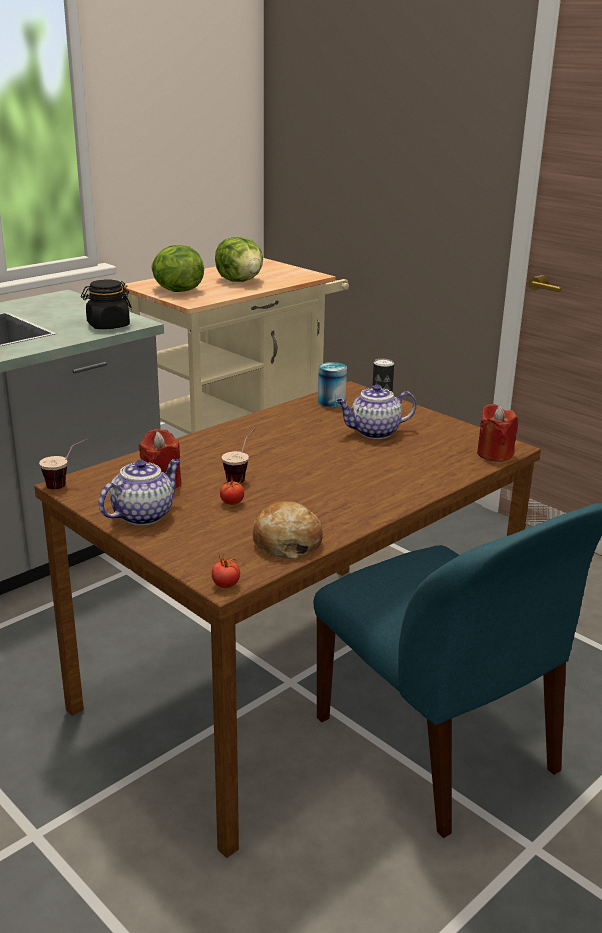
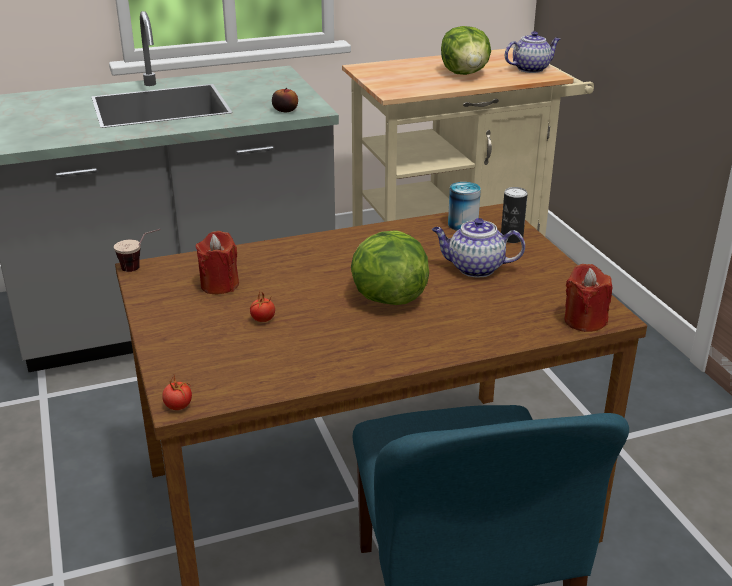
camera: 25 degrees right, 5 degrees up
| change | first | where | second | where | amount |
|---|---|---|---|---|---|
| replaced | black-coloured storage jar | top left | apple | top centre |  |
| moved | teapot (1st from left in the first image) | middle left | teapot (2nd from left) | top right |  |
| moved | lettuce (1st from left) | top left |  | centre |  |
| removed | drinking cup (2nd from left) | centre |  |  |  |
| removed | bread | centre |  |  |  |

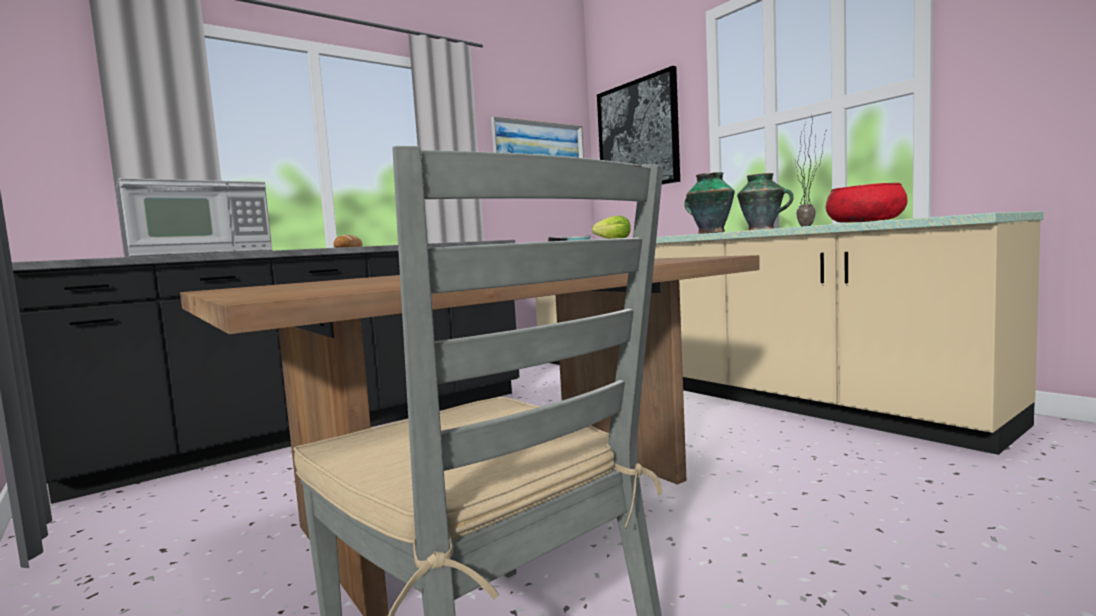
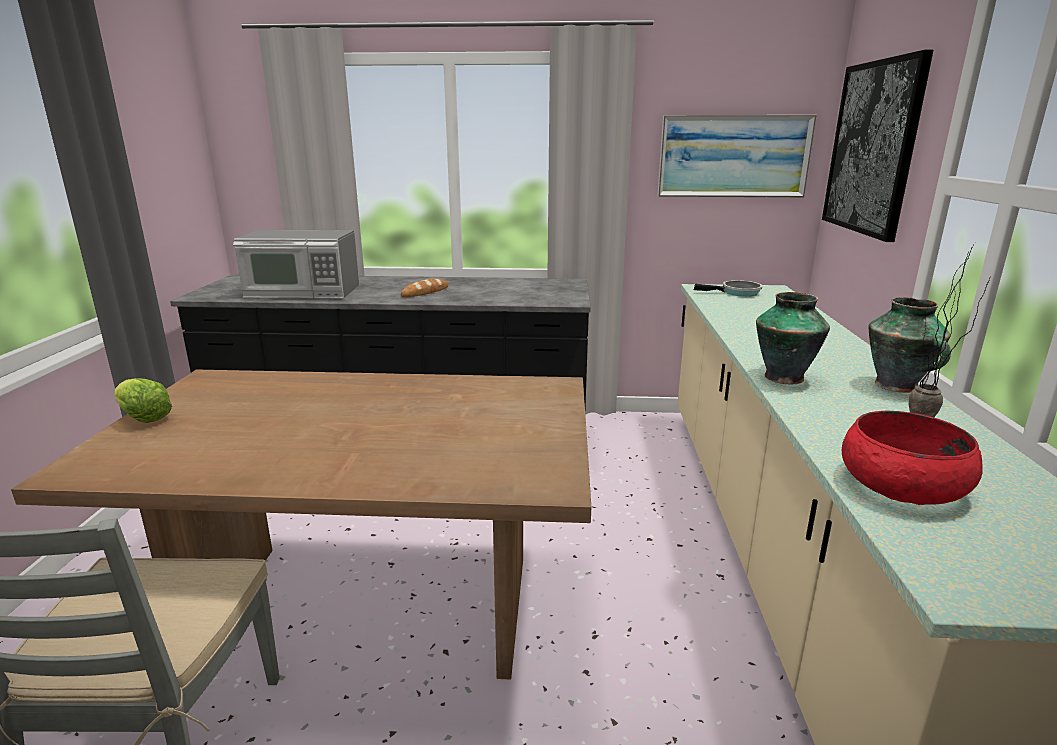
camera: 40 degrees right, 15 degrees up
| change | first | where | second | where | amount |
|---|---|---|---|---|---|
| moved | lettuce | centre |  | middle left |  |

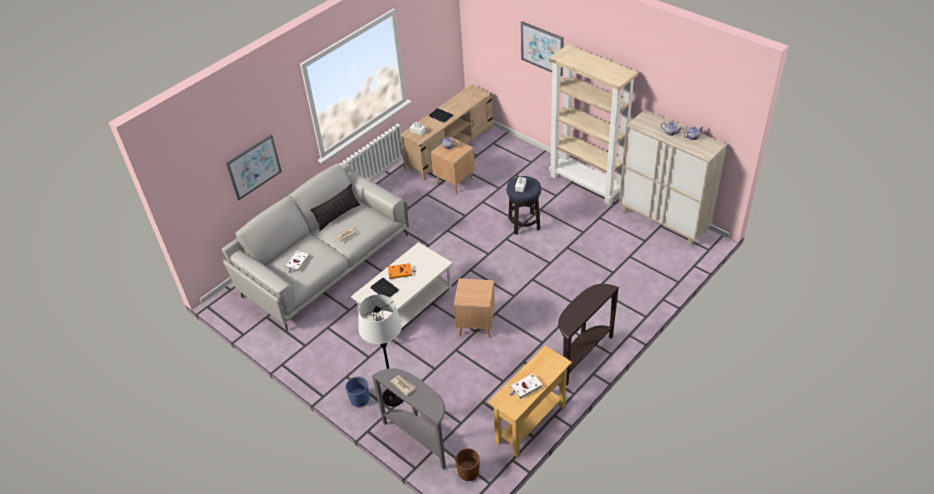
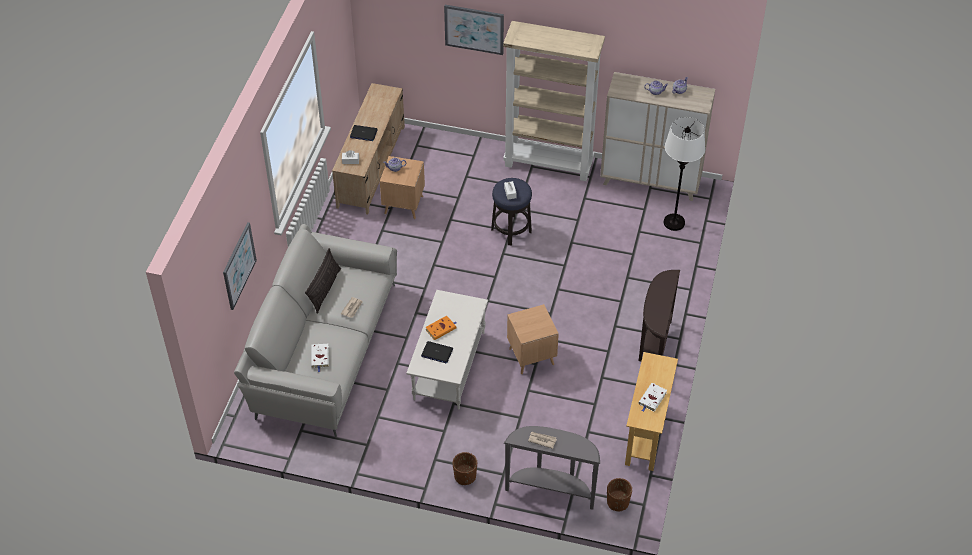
camera: 30 degrees left, 5 degrees up
| change | first | where | second | where | amount |
|---|---|---|---|---|---|
| recoloured | blue-coloured flower pot | bottom centre | brown flower pot (1st from left) | bottom centre |  |
| moved | white-coloured standard lamp | bottom centre |  | top right |  |

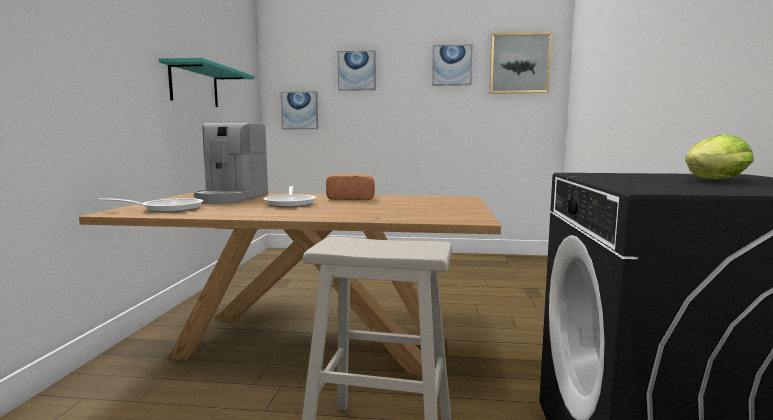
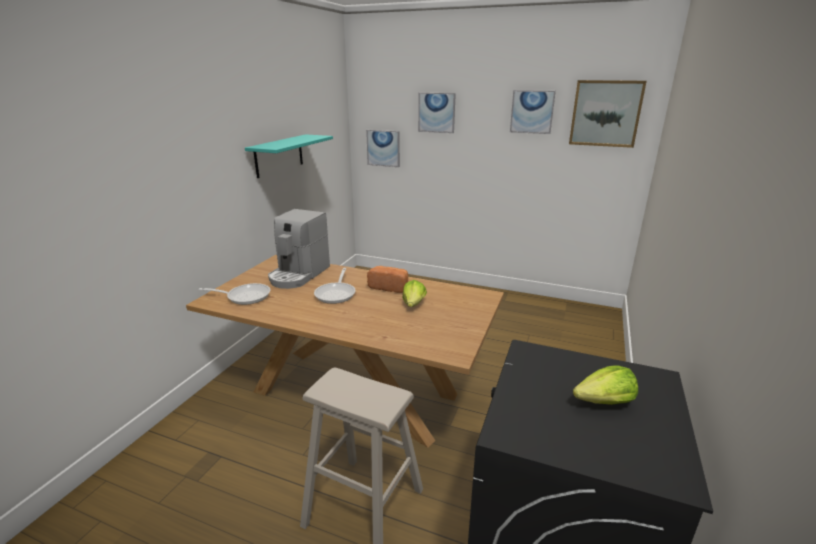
camera: 15 degrees right, 15 degrees up
| change | first | where | second | where | amount |
|---|---|---|---|---|---|
| added |  |  | lettuce (1st from left) | centre |  |

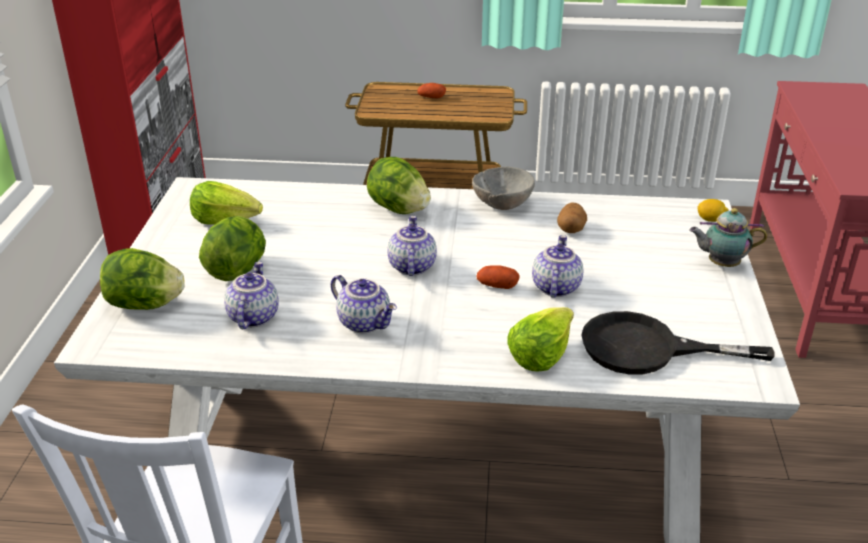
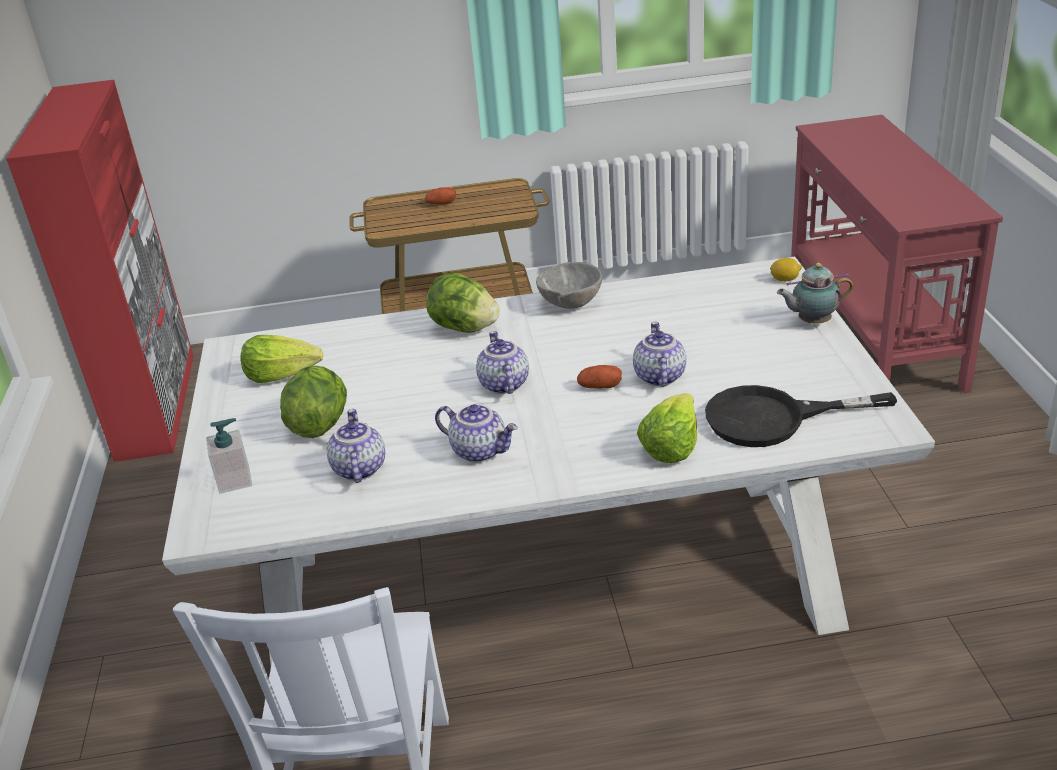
camera: 10 degrees left, 0 degrees up
| change | first | where | second | where | amount |
|---|---|---|---|---|---|
| replaced | lettuce (1st from left) | middle left | liquid soap bottle | middle left |  |
| removed | spud (3rd from left) | centre |  |  |  |

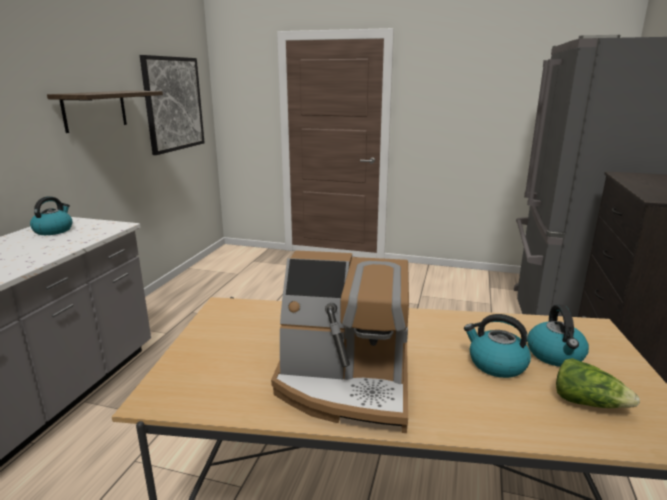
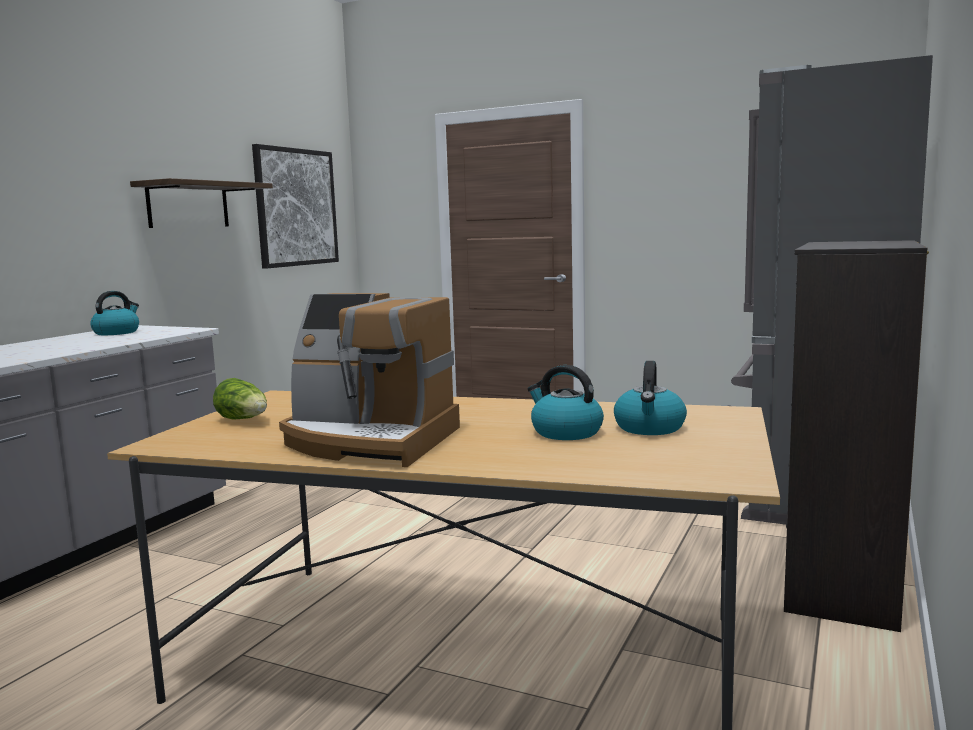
camera: 10 degrees right, 10 degrees down
| change | first | where | second | where | amount |
|---|---|---|---|---|---|
| moved | lettuce | bottom right |  | middle left |  |

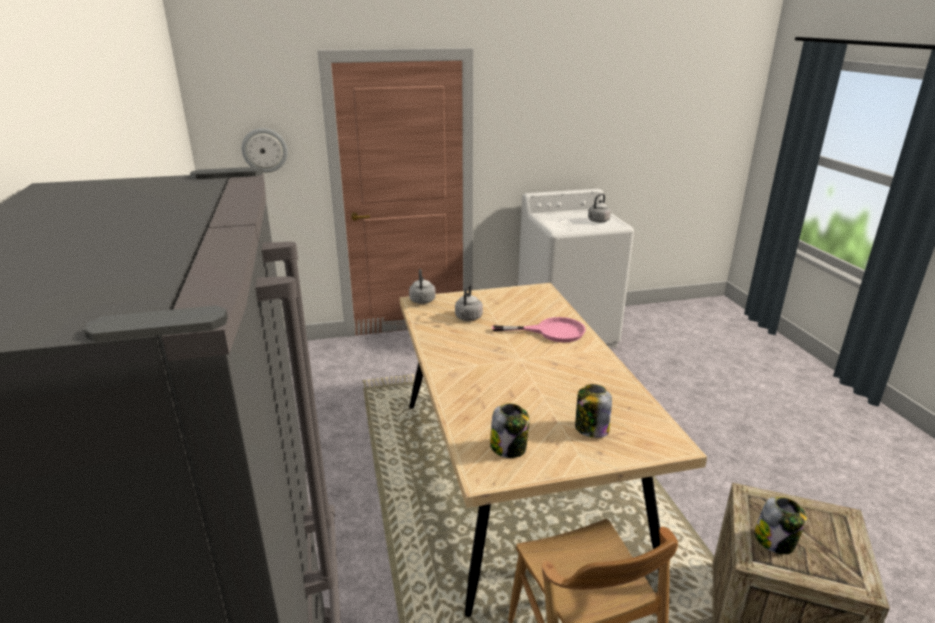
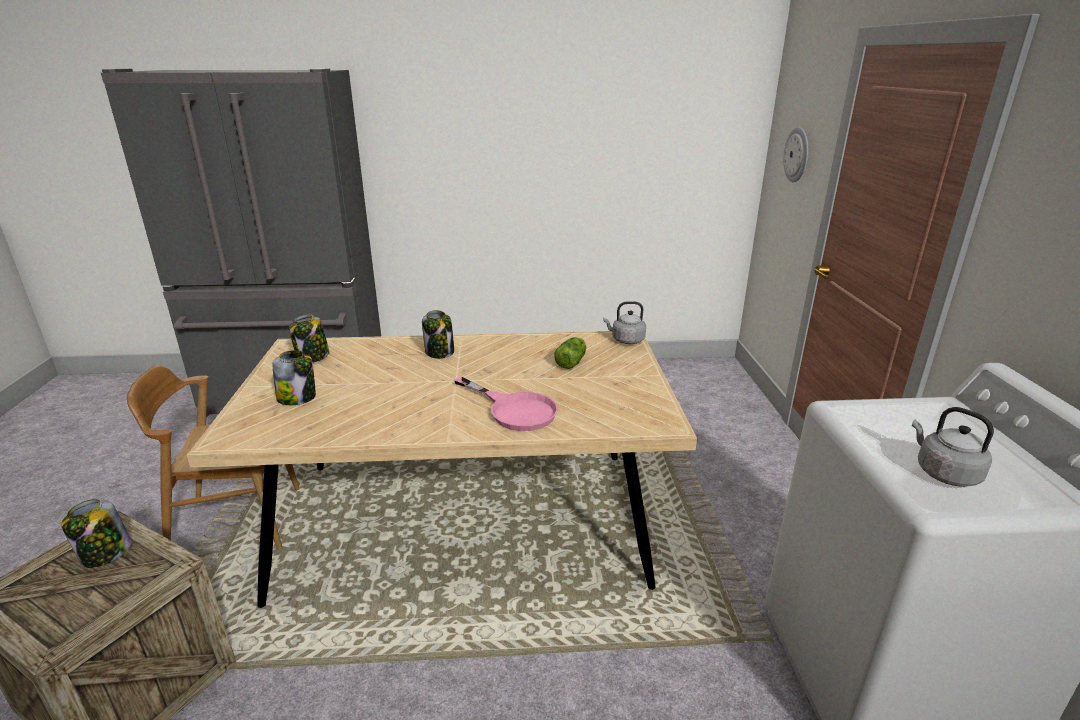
camera: 100 degrees right, 0 degrees up
| change | first | where | second | where | amount |
|---|---|---|---|---|---|
| replaced | grey kettle (2nd from left) | centre | lettuce | centre |  |
| turned | pinkish skillet | centre |  | centre | 60 degrees counterclockwise |
| added |  |  | storage jar (4th from left) | centre |  |

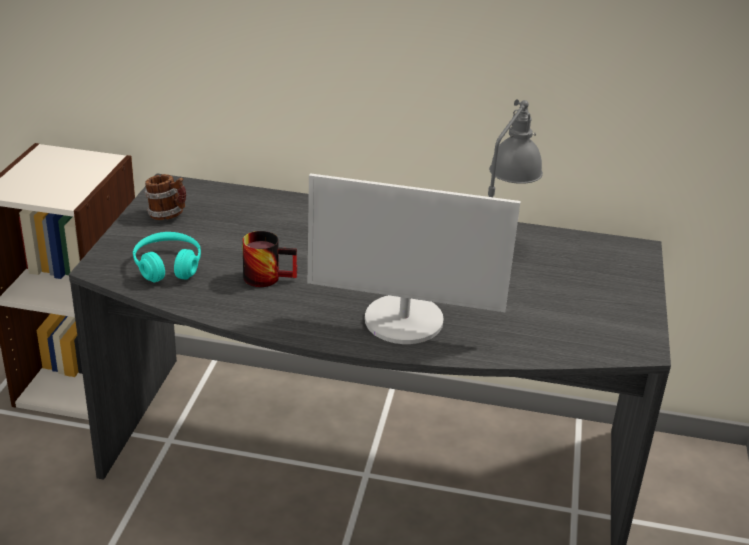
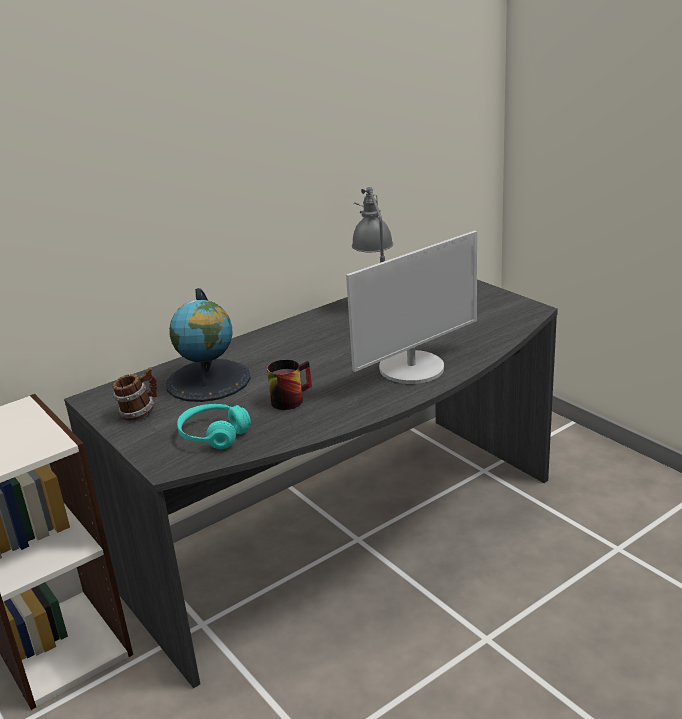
camera: 45 degrees left, 5 degrees down
| change | first | where | second | where | amount |
|---|---|---|---|---|---|
| added |  |  | world globe | middle left |  |

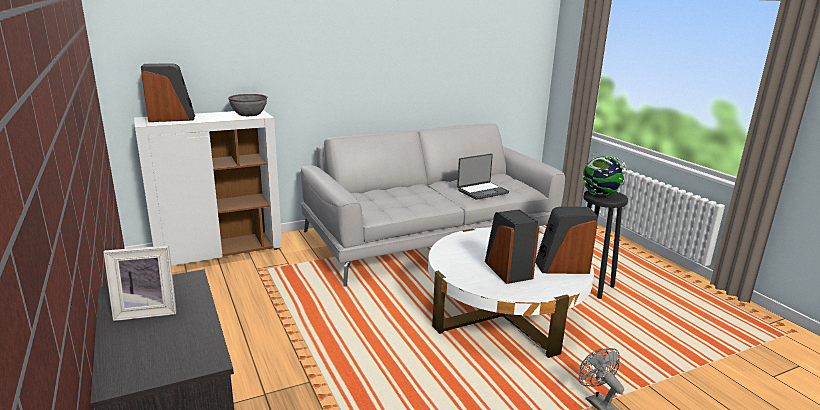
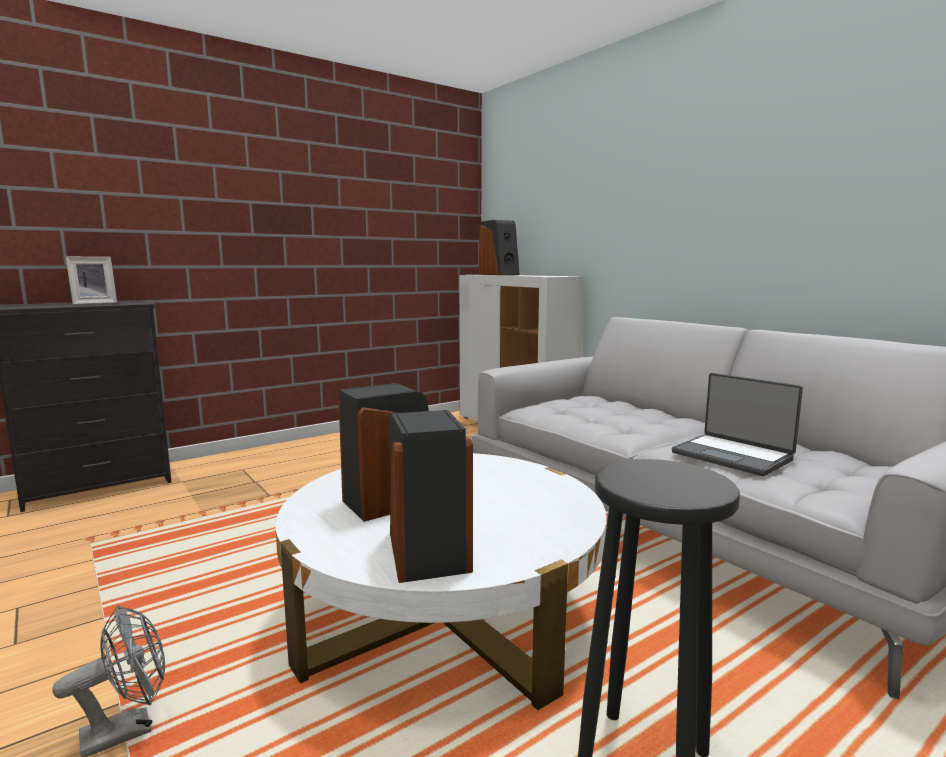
camera: 80 degrees right, 10 degrees down
| change | first | where | second | where | amount |
|---|---|---|---|---|---|
| turned | picture frame | bottom left |  | middle left | 105 degrees counterclockwise |
| removed | grey deep dish | top left |  |  |  |
| removed | world globe | middle right |  |  |  |

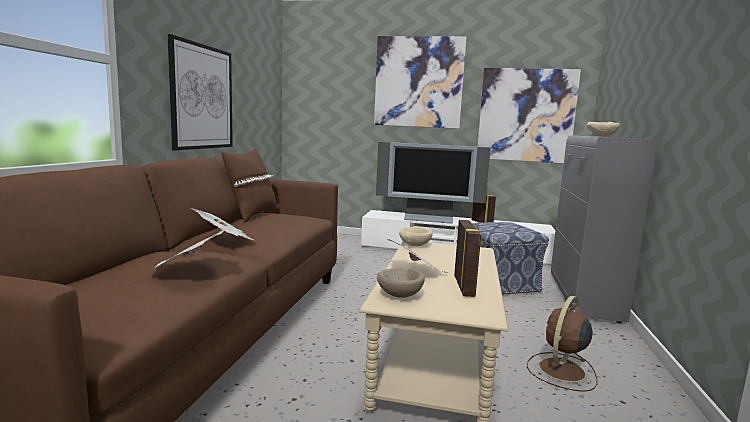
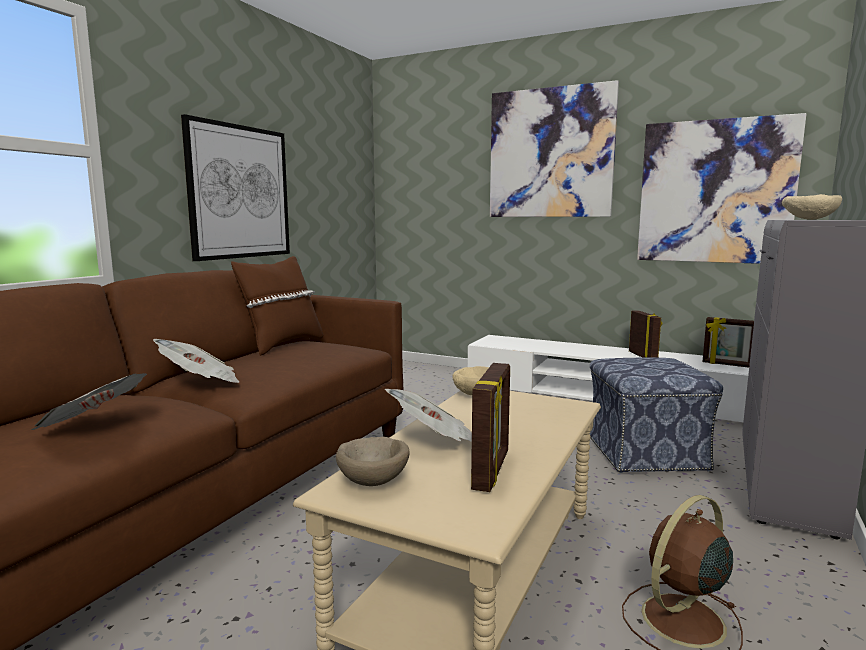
camera: 15 degrees right, 0 degrees up
| change | first | where | second | where | amount |
|---|---|---|---|---|---|
| removed | TV | centre |  |  |  |
| added |  |  | picture frame (3rd from left) | middle right |  |

